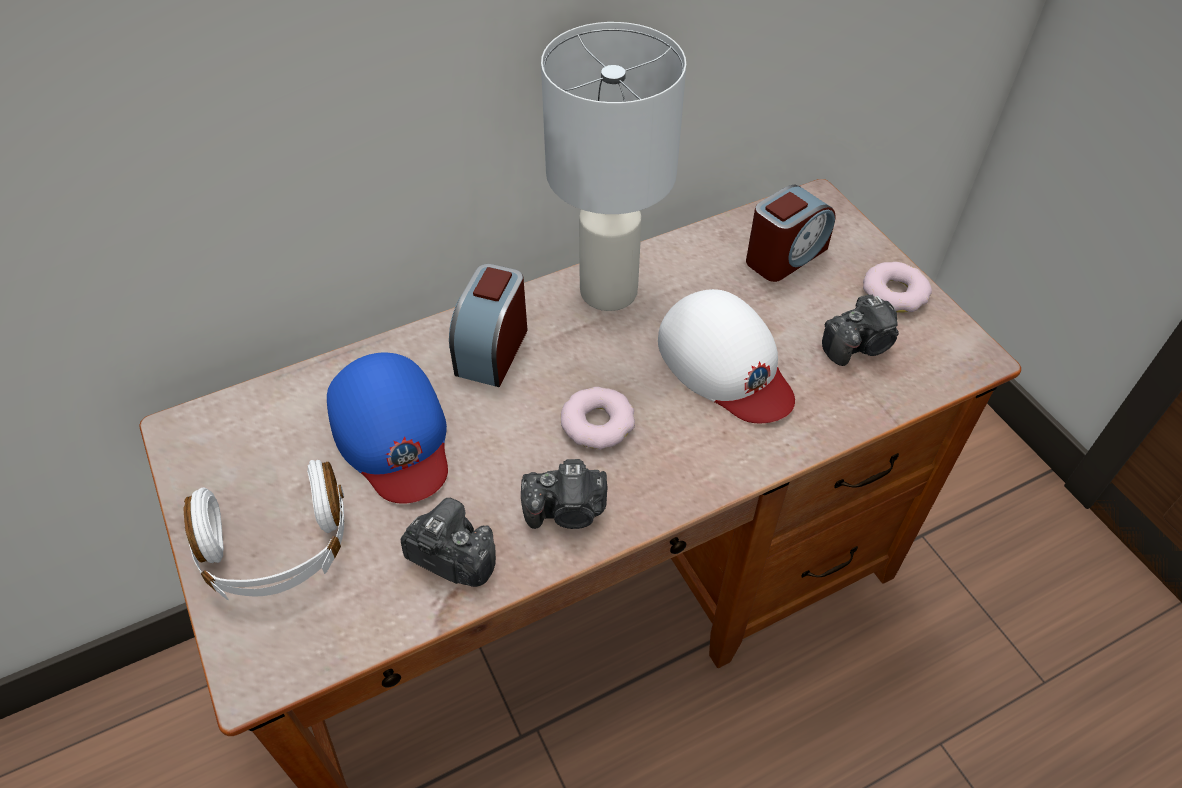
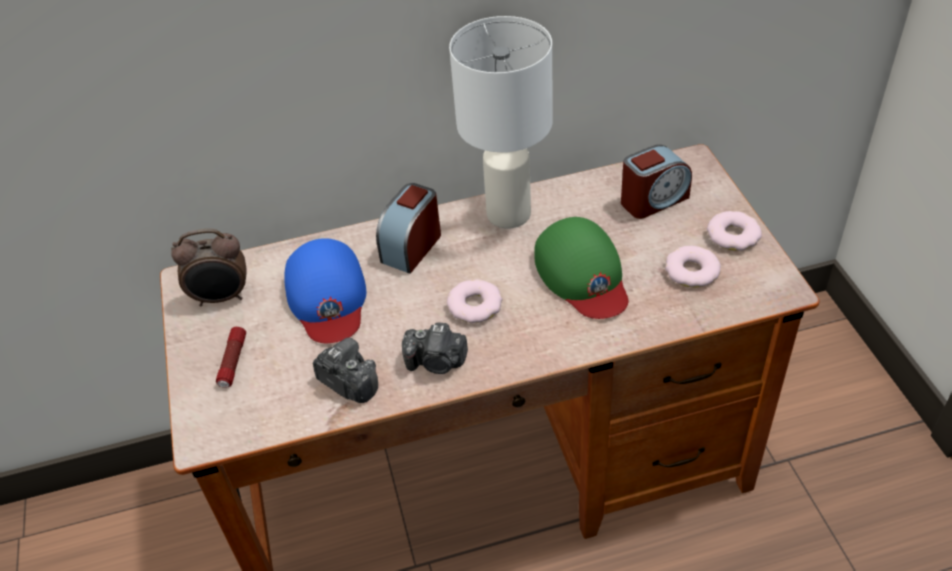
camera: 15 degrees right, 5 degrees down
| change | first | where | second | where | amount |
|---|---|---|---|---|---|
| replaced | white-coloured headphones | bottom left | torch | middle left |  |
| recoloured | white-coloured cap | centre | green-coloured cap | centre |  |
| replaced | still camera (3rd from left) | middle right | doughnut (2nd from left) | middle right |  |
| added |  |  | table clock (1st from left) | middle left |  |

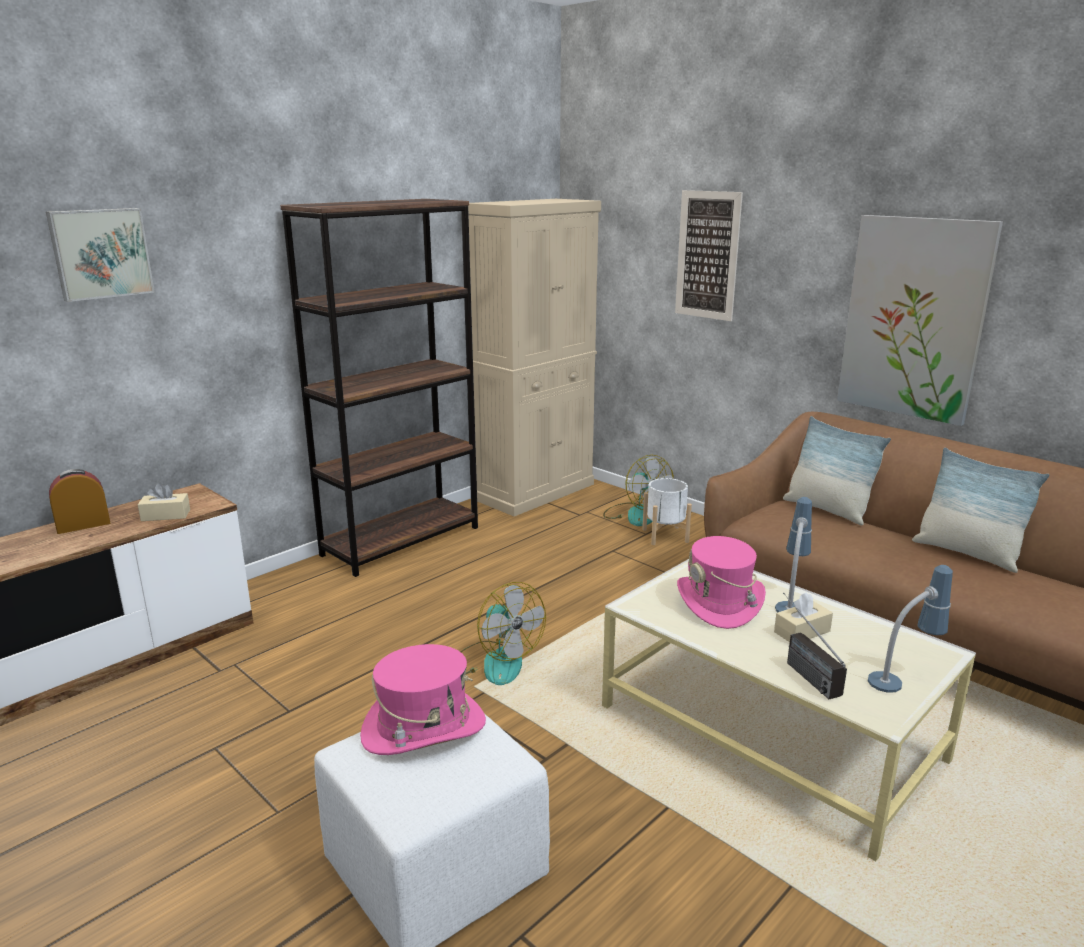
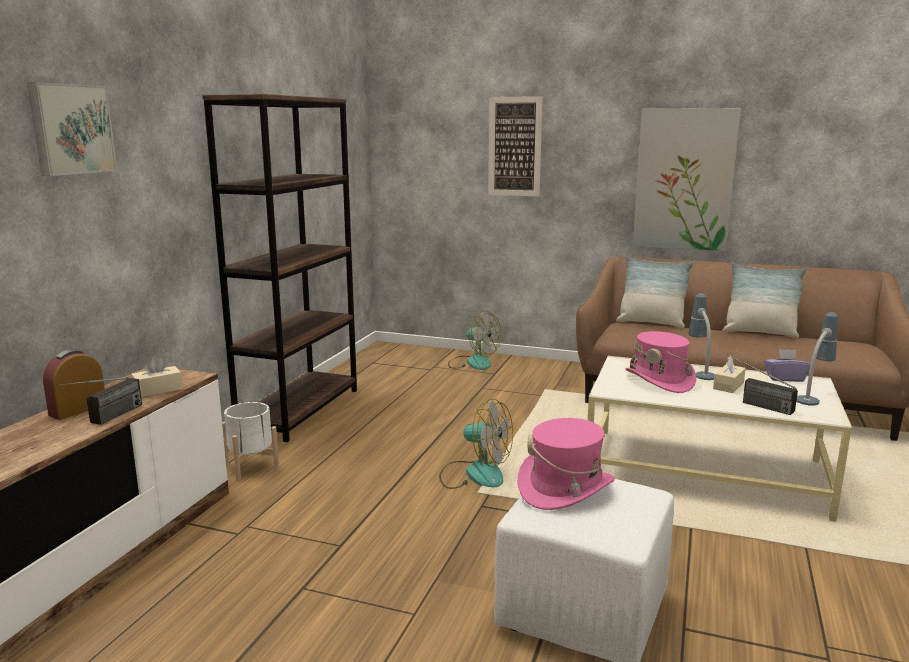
camera: 25 degrees left, 5 degrees down
| change | first | where | second | where | amount |
|---|---|---|---|---|---|
| removed | beige cupboard | centre |  |  |  |
| moved | white-coloured flower pot | centre |  | middle left |  |
| added |  |  | radio (1st from left) | middle left |  |
| added |  |  | purplish tissue box | middle right |  |

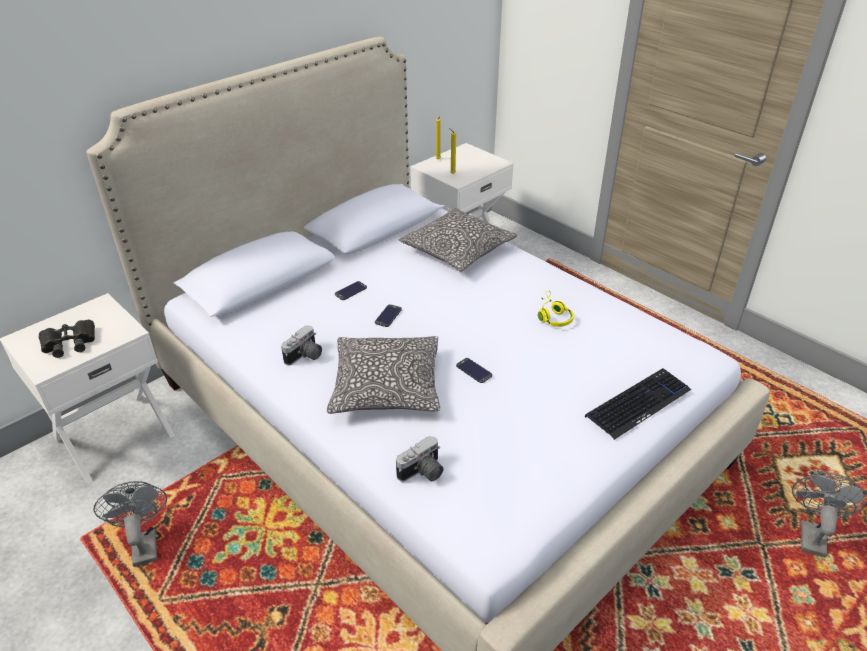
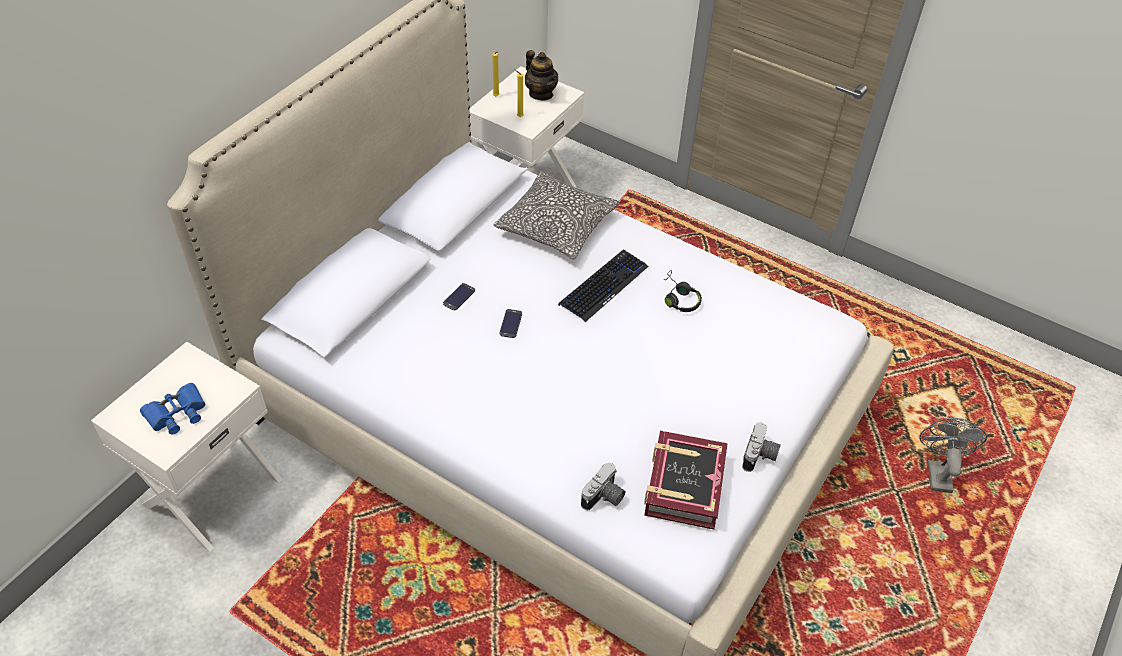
camera: 15 degrees left, 10 degrees up
| change | first | where | second | where | amount |
|---|---|---|---|---|---|
| recoloured | black-coloured field glasses | middle left | blue-coloured field glasses | middle left |  |
| removed | grey cooling fan (1st from left) | bottom left |  |  |  |
| moved | still camera (1st from left in the first image) | centre | still camera (2nd from left) | bottom right |  |
| removed | pillow (1st from left) | centre |  |  |  |
| removed | handset (3rd from left) | centre |  |  |  |
| recoloured | yellow headphones | centre | black-coloured headphones | centre |  |
| moved | computer keyboard | middle right |  | centre |  |
| added |  |  | teapot | top centre |  |
| added |  |  | volume | bottom centre |  |

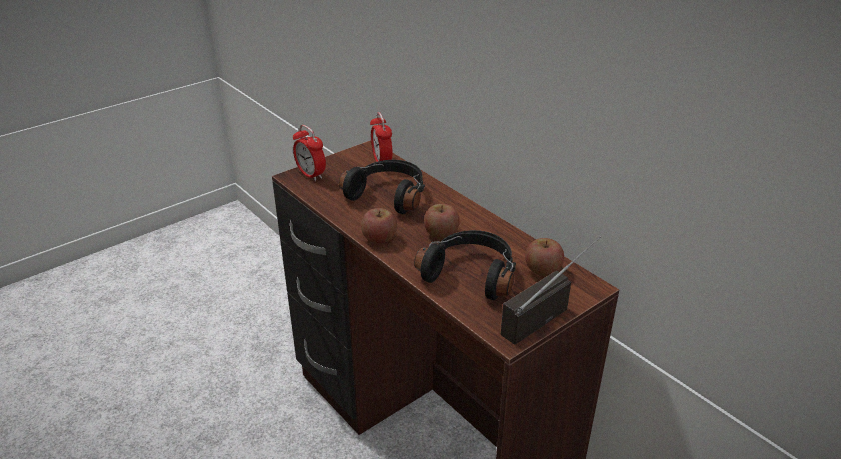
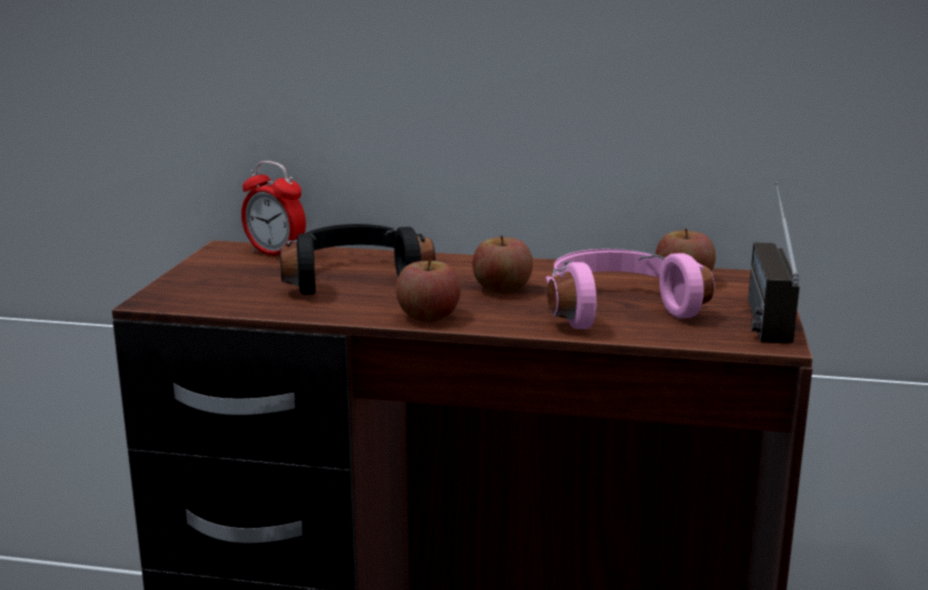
camera: 40 degrees left, 15 degrees down
| change | first | where | second | where | amount |
|---|---|---|---|---|---|
| removed | table clock (1st from left) | centre |  |  |  |
| recoloured | black-coloured headphones (2nd from left) | centre | pinkish headphones | middle right |  |

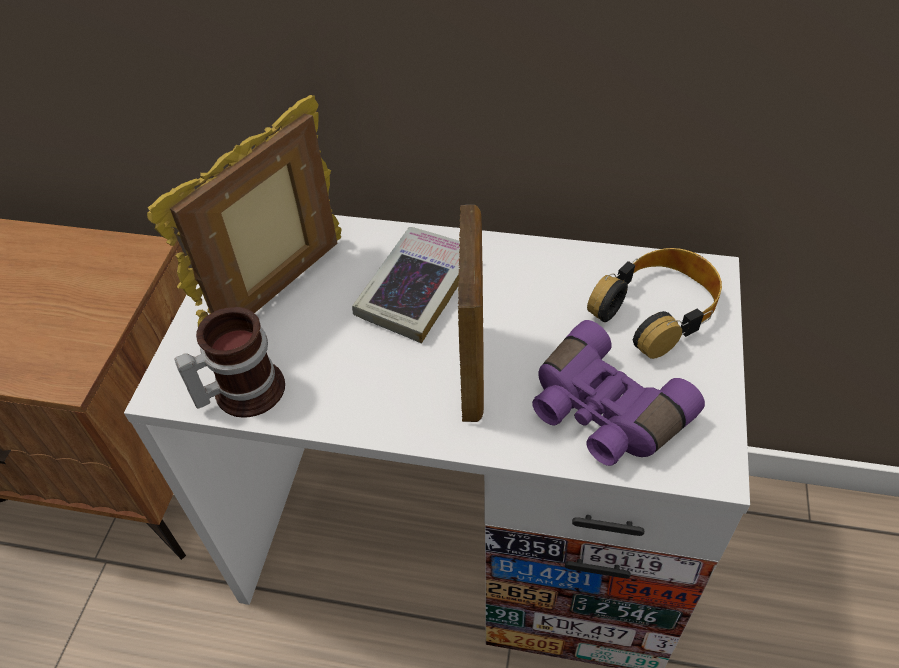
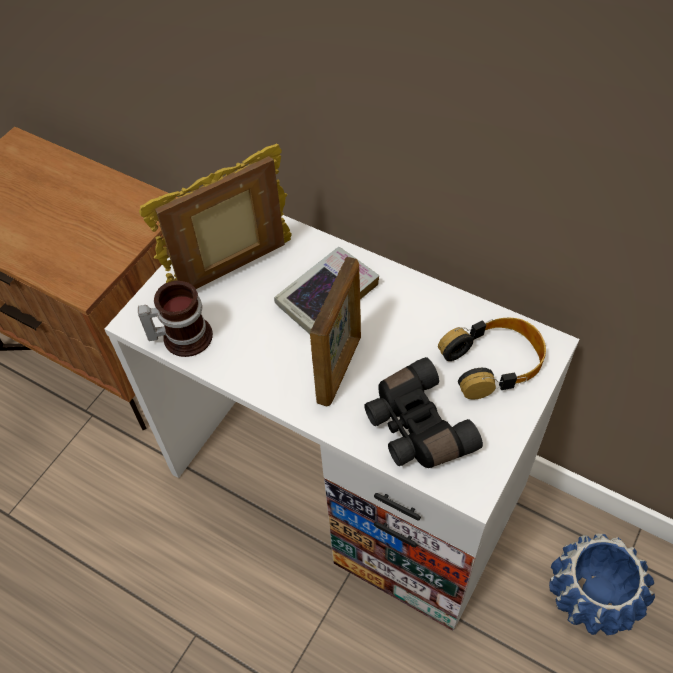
camera: 20 degrees right, 5 degrees up
| change | first | where | second | where | amount |
|---|---|---|---|---|---|
| recoloured | purplish field glasses | middle right | black-coloured field glasses | centre |  |
| added |  |  | blue-coloured flower pot | bottom right |  |

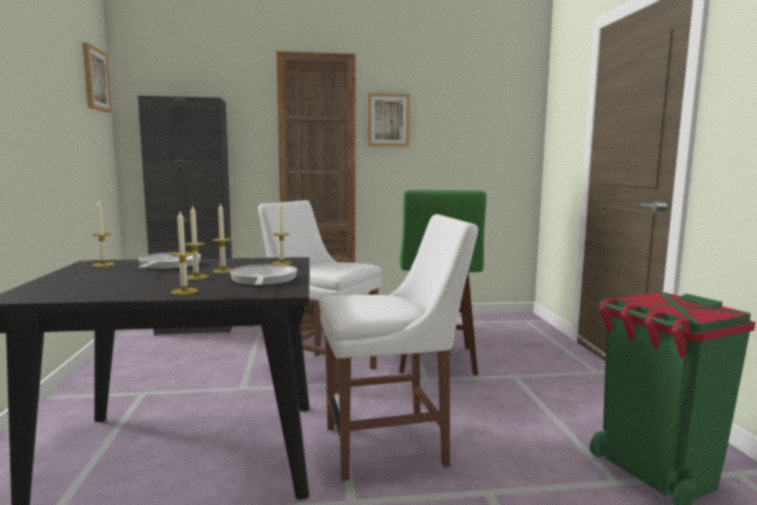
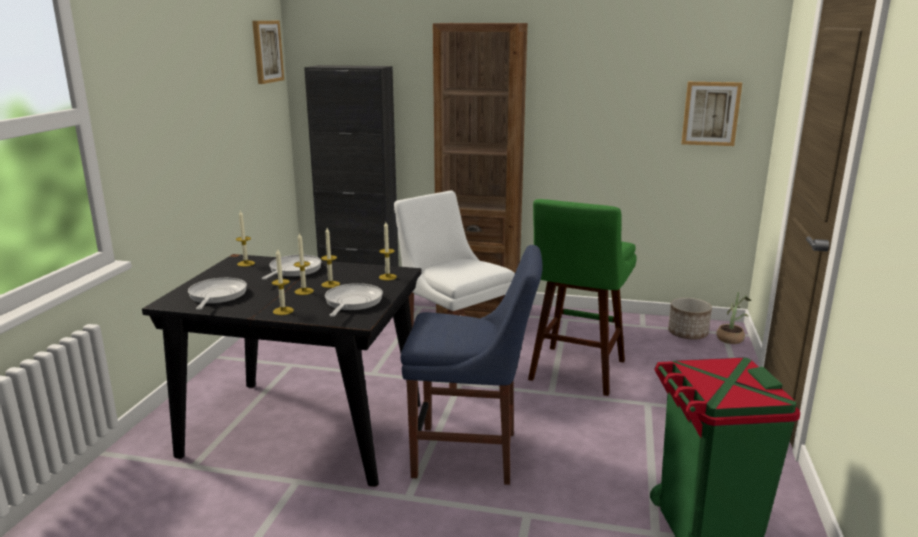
camera: 20 degrees right, 10 degrees up
| change | first | where | second | where | amount |
|---|---|---|---|---|---|
| recoloured | white-coloured plain chair (2nd from left) | bottom centre | blue-coloured plain chair | bottom centre |  |
| moved | wall picture (2nd from left) | top centre |  | top right |  |
| added |  |  | skillet (1st from left) | middle left |  |
| added |  |  | flower pot | middle right |  |
| added |  |  | houseplant | middle right |  |

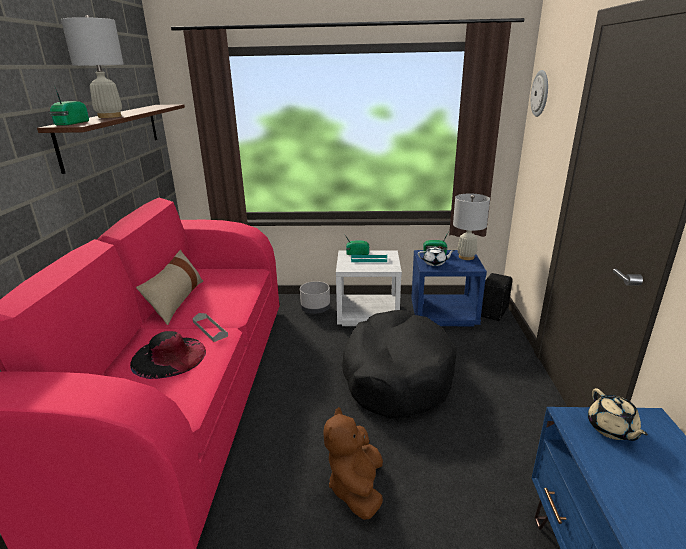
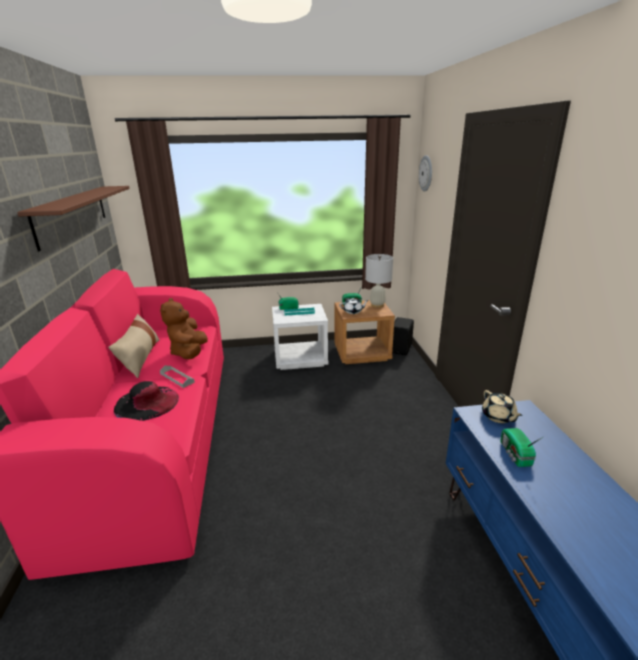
camera: 10 degrees left, 0 degrees up
| change | first | where | second | where | amount |
|---|---|---|---|---|---|
| moved | radio (1st from left in the first image) | top left | radio (3rd from left) | bottom right |  |
| removed | white-coloured table lamp (1st from left) | top left |  |  |  |
| removed | grey flower pot | centre |  |  |  |
| moved | brown plush toy | bottom centre |  | middle left |  |
| removed | black-coloured dog bed | centre |  |  |  |
| recoloured | blue-coloured nightstand | centre | brown nightstand | centre |  |

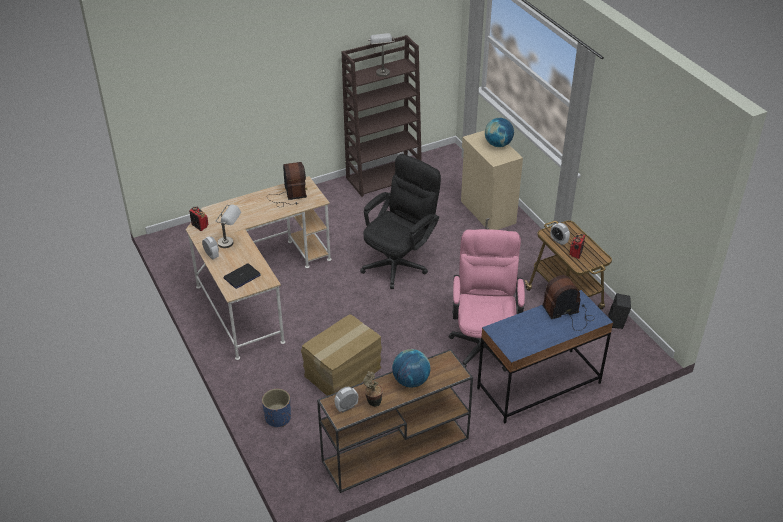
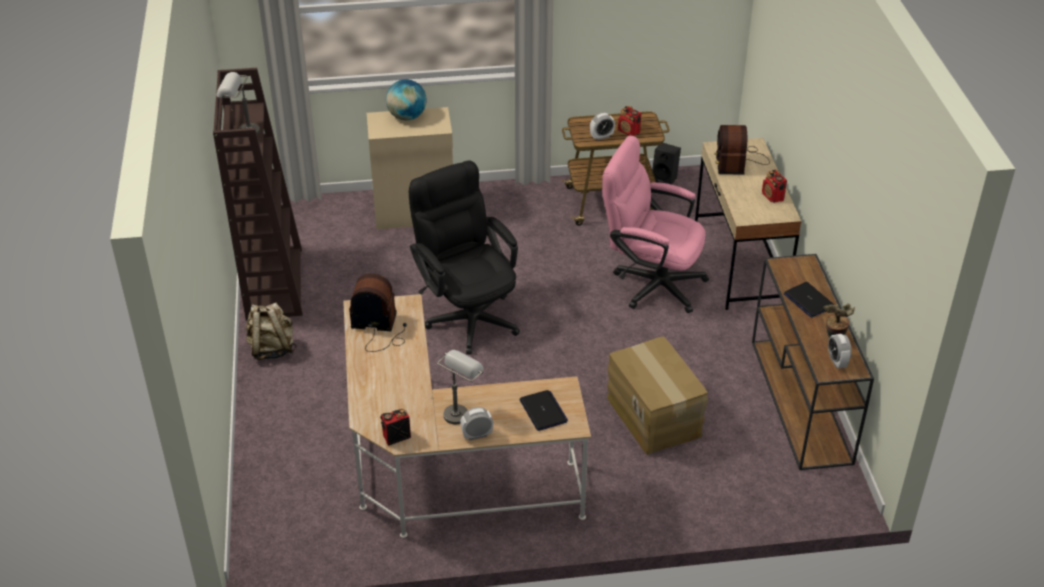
camera: 70 degrees left, 0 degrees up
| change | first | where | second | where | amount |
|---|---|---|---|---|---|
| removed | blue-coloured flower pot | bottom centre |  |  |  |
| replaced | world globe (1st from left) | bottom centre | notebook computer (2nd from left) | middle right |  |
| recoloured | blue-coloured desk table | bottom right | beige desk table (2nd from left) | middle right |  |
| added |  |  | beige backpack | middle left |  |
| added |  |  | radio (5th from left) | top right |  |

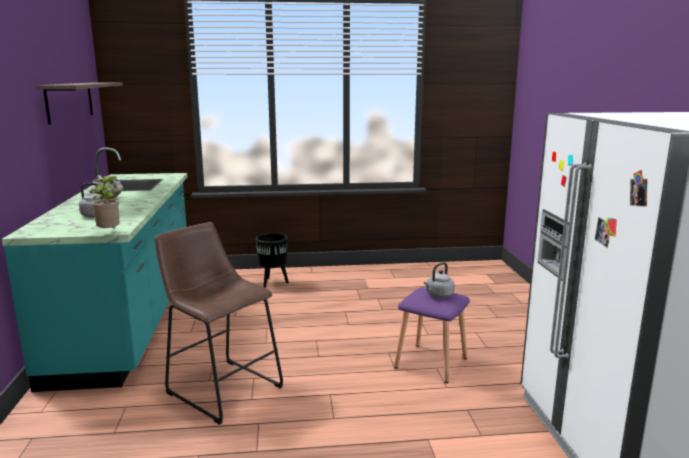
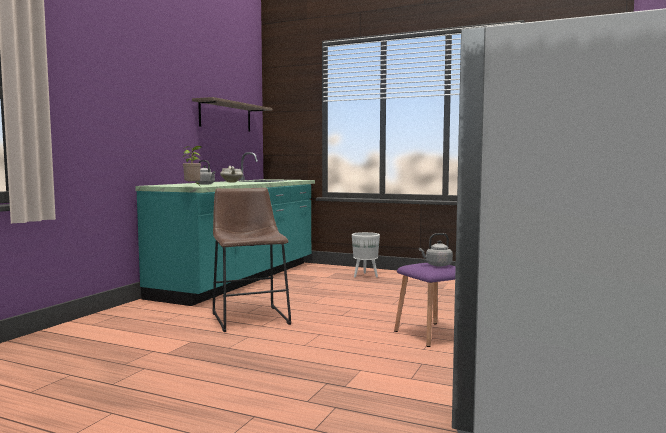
camera: 30 degrees right, 10 degrees down
| change | first | where | second | where | amount |
|---|---|---|---|---|---|
| recoloured | black-coloured flower pot | centre | white-coloured flower pot | centre |  |

